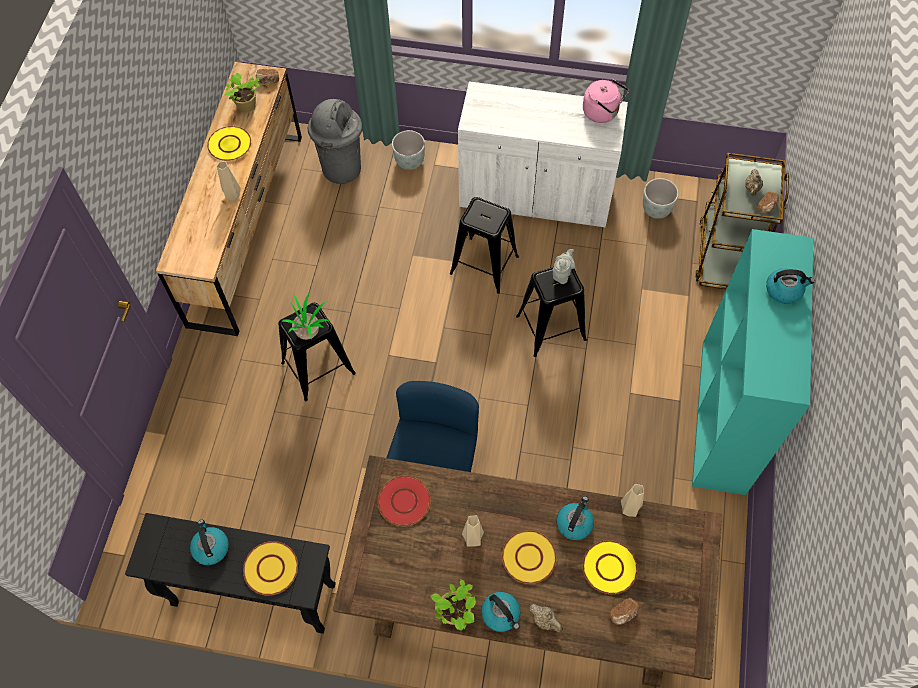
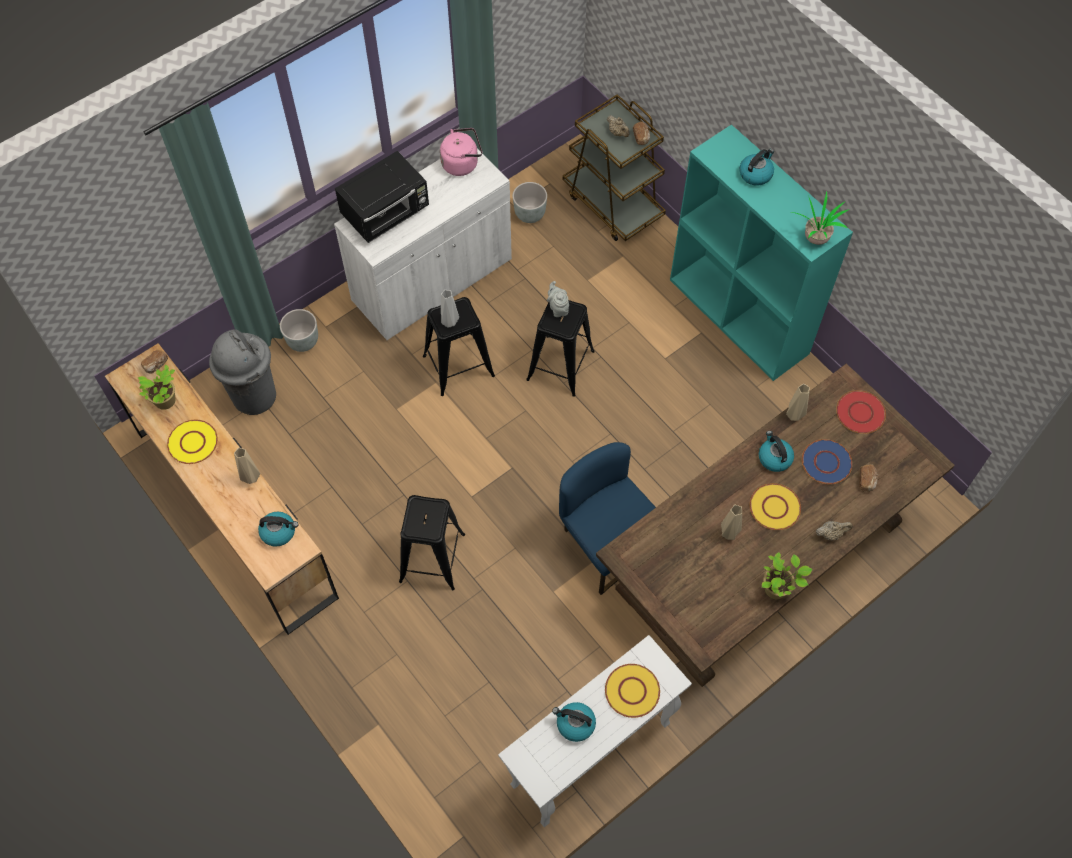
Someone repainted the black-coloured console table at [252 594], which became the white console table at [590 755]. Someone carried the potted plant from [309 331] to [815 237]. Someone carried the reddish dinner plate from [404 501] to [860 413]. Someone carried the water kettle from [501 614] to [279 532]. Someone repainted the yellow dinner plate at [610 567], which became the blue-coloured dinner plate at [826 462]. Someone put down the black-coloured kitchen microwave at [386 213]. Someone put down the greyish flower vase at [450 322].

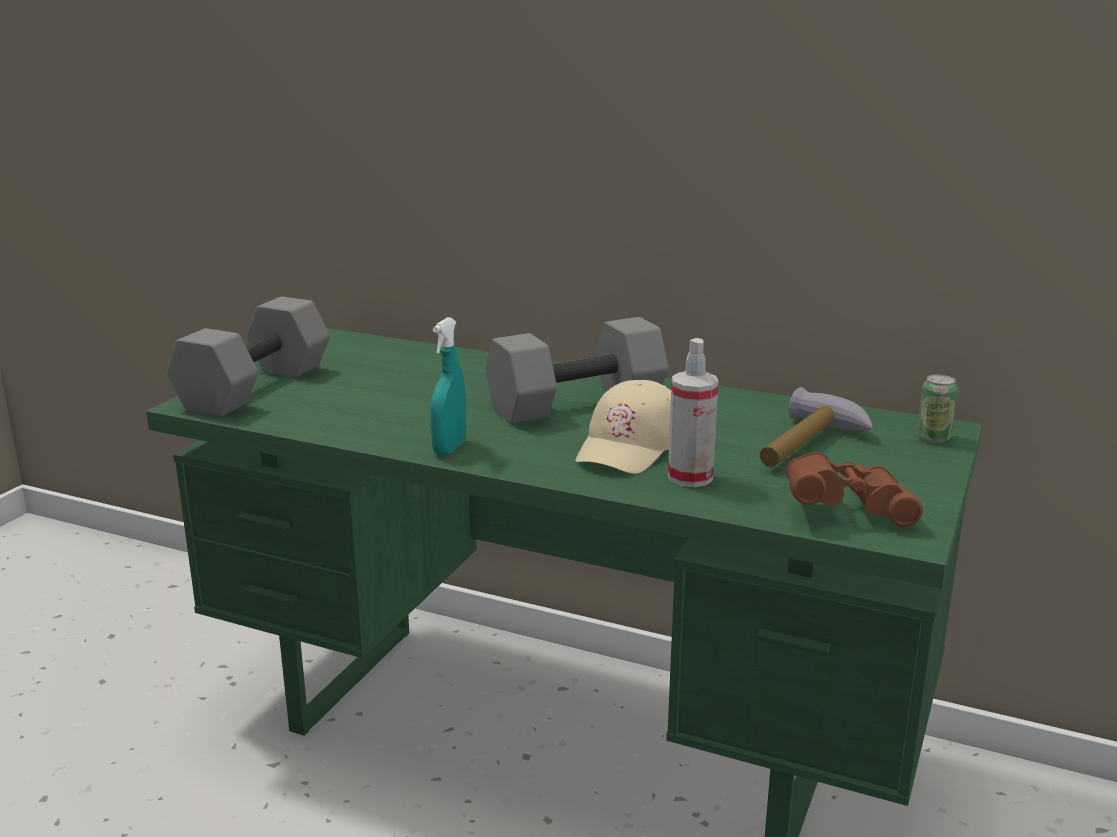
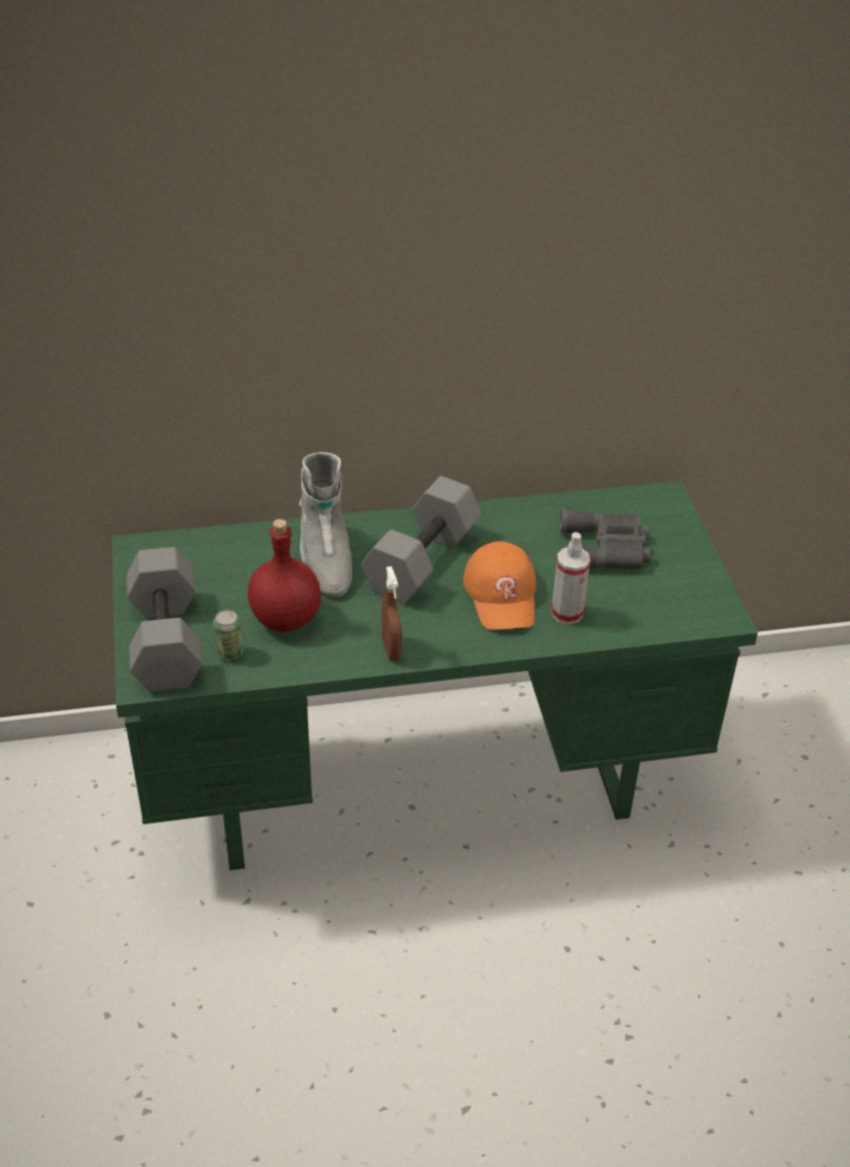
Someone repainted the turquoise-coloured spray bottle at [449 448], which became the brown-coloured spray bottle at [391 649]. Someone repainted the sand-coloured peaked cap at [632 445], which became the orangey peaked cap at [502 594]. Someone swapped the hammer at [808 446] for the greyish pair of binoculars at [606 549]. Someone took away the brown-coloured pair of binoculars at [846 510]. Someone carried the metal can from [933 438] to [229 653]. Someone put down the reddish beverage bottle at [285 618]. Someone put down the greyish boot at [325 560].

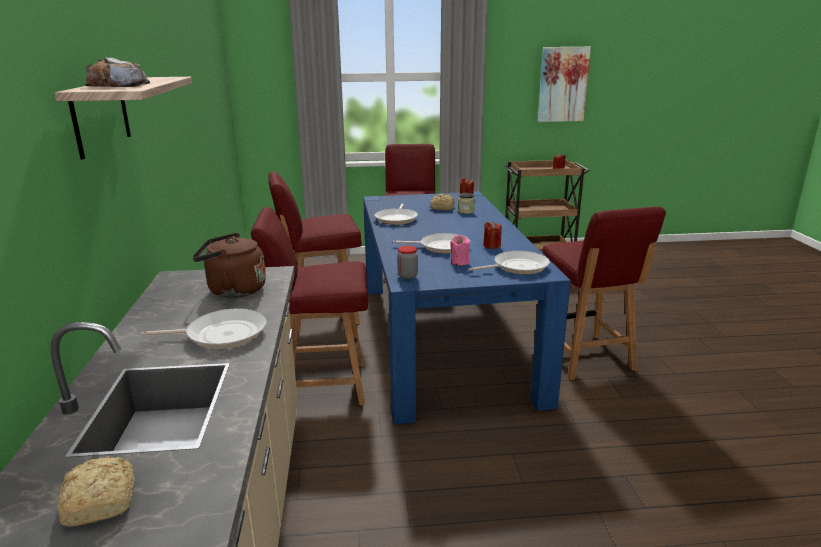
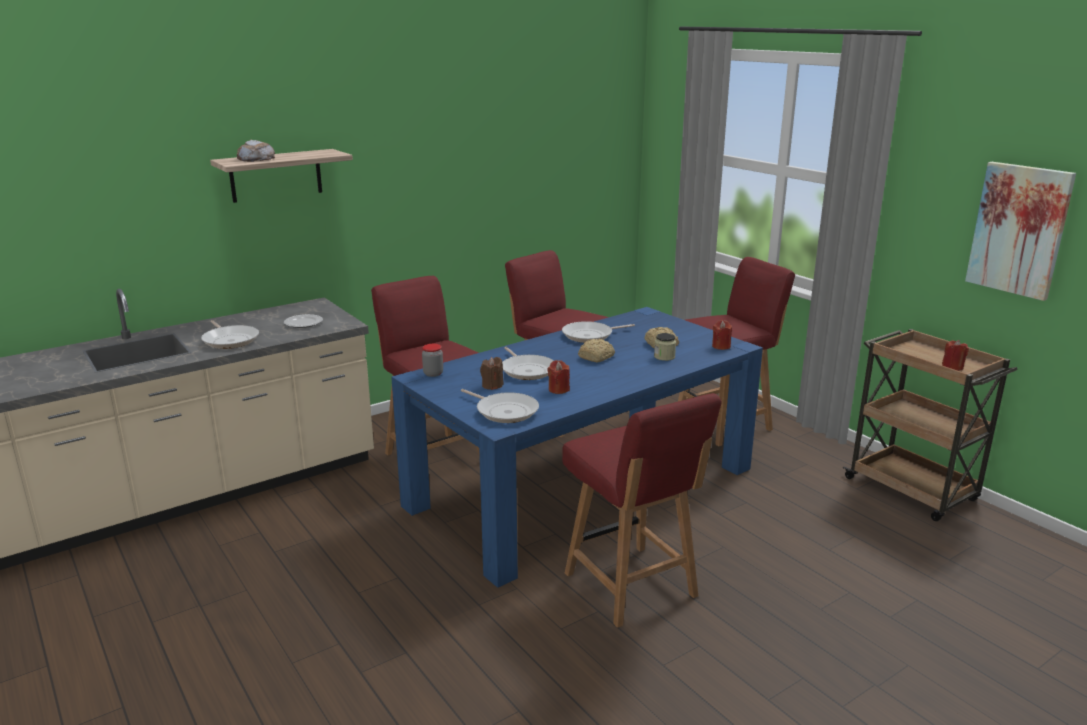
Someone carried the baked bread from [102 500] to [597 357]. Someone swapped the brown-coloured water kettle at [233 290] for the dinner plate at [304 323]. Someone repainted the pink wax light at [460 262], which became the brown-coloured wax light at [492 385]. Someone rotated the reddish plain chair at [586 358] by 75 degrees counterclockwise.

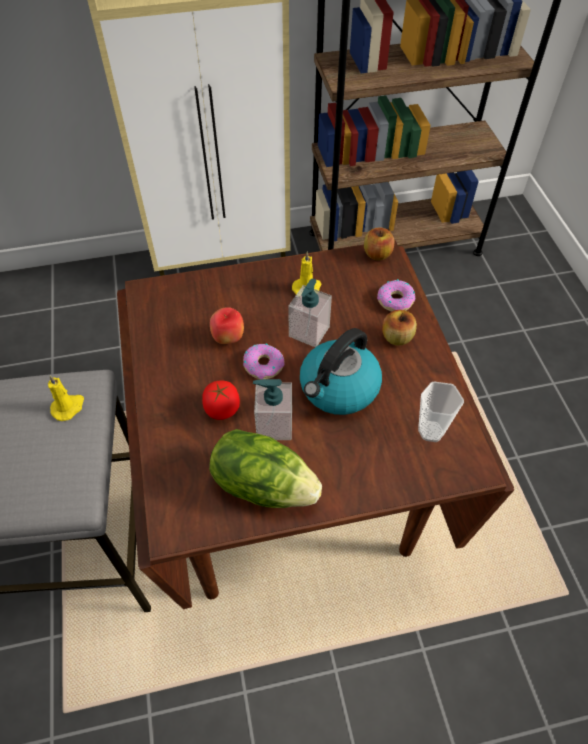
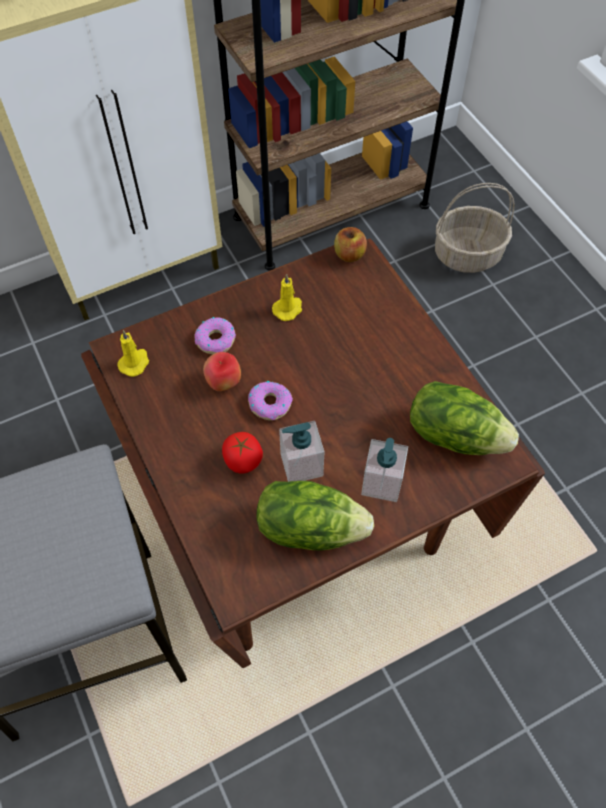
Someone carried the yellow wax light from [68 407] to [135 362]. Someone carried the liquid soap bottle from [309 332] to [381 483]. Someone took away the water kettle at [338 389]. Someone carried the ring doughnut from [396 300] to [216 340]. Someone took away the apple fruit at [397 337]. Someone swapped the cup at [431 431] for the lettuce head at [455 434]. Someone put down the household basket at [468 254].

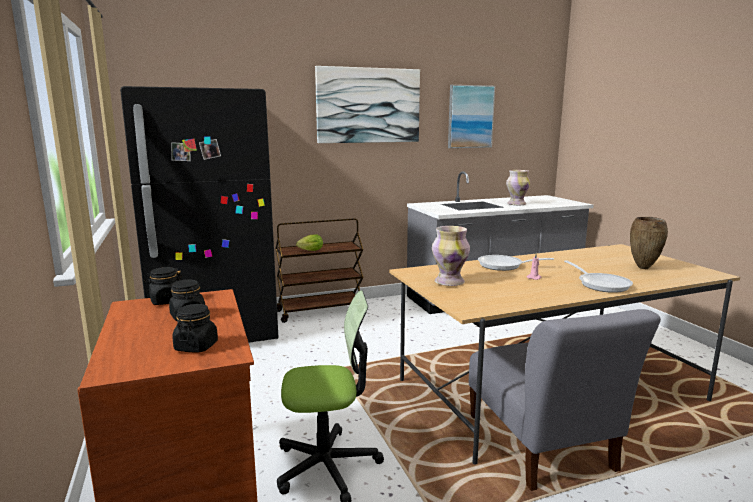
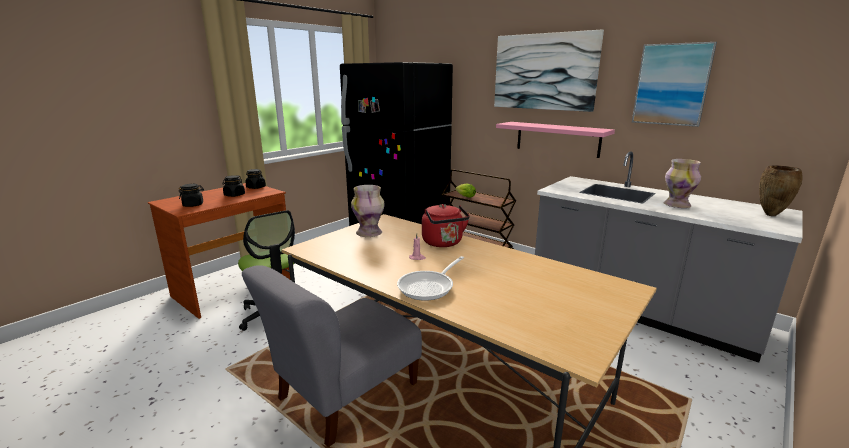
Someone swapped the frying pan at [504 266] for the reddish water kettle at [444 243]. Someone carried the brown-coloured flower vase from [644 268] to [771 215]. Someone put up the pink wall shelf at [557 139].

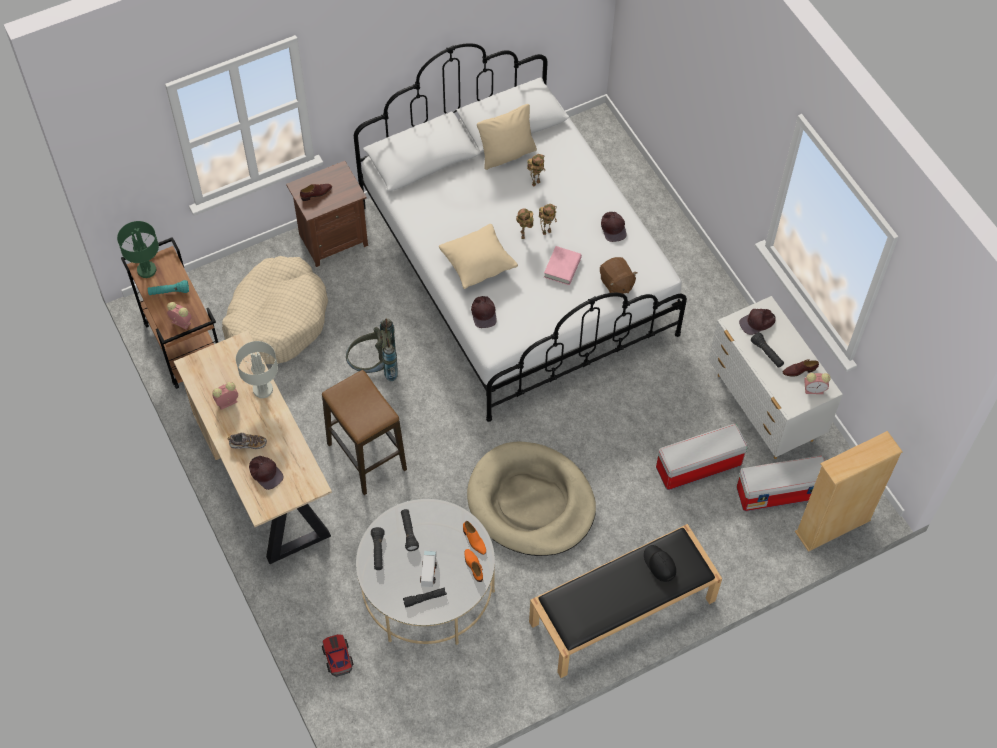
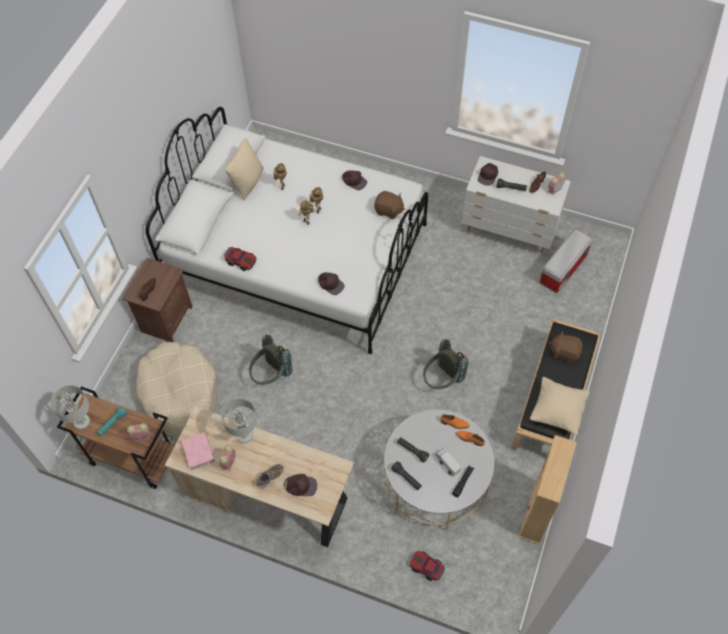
Someone repainted the greenish tabletop lamp at [146 270], which became the greyish tabletop lamp at [81 422]. Someone took away the sitting stool at [367 457]. Someone carried the sand-coloured throw pillow from [478 265] to [557 411]. Someone swapped the sand-coloured dog bed at [531 502] for the greyish backpack at [442 380]. Someone carried the pink book from [562 268] to [198 452]. Someone swapped the black-coloured peaked cap at [659 564] for the brown-coloured cuddly toy at [564 352]. Someone took away the storage container at [698 467]. Someone carried the sand-coloured shelving unit from [833 526] to [537 513]. Someone put down the toy car at [241 261].

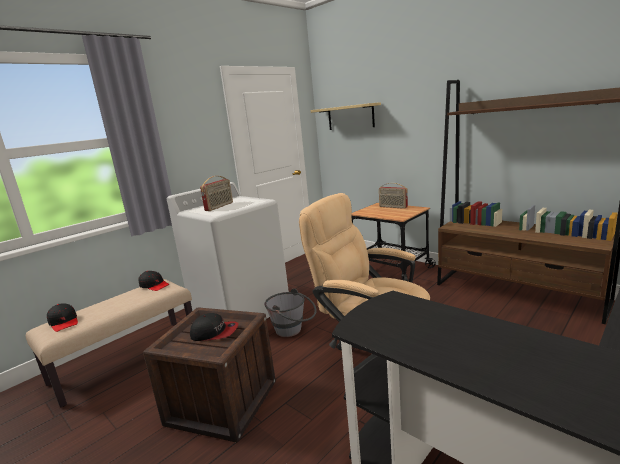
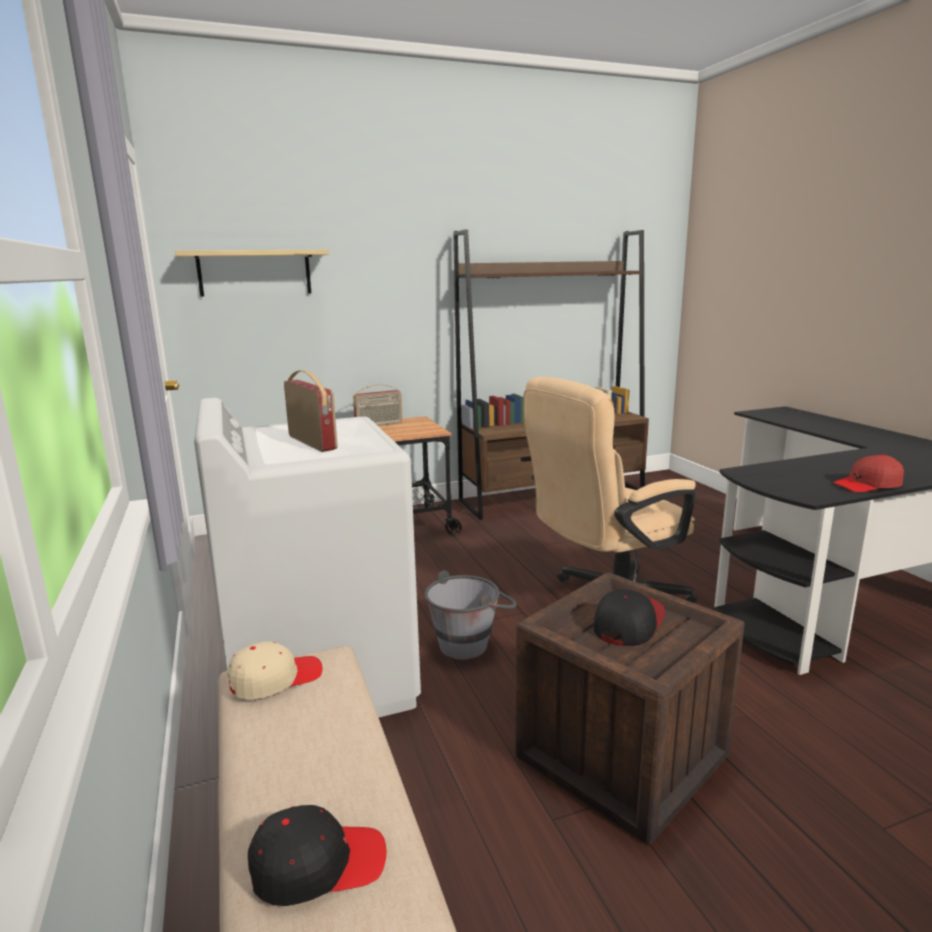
Someone repainted the black-coloured peaked cap at [154 285], which became the sand-coloured peaked cap at [275 679]. Someone put down the reddish peaked cap at [867 485].

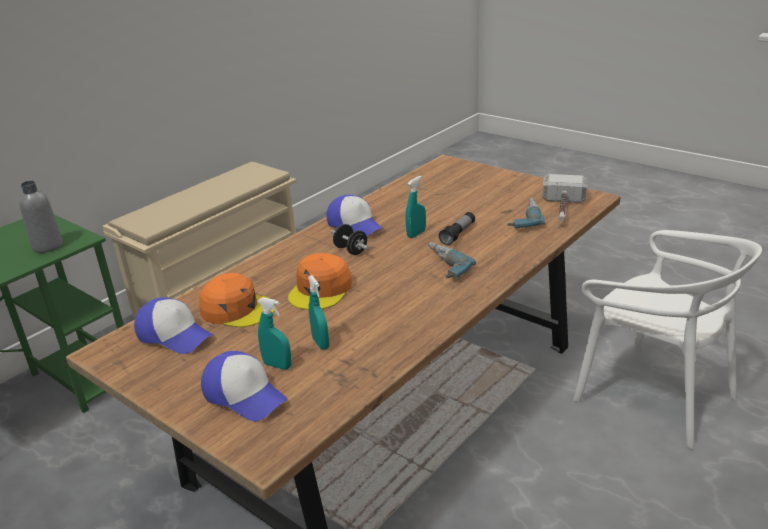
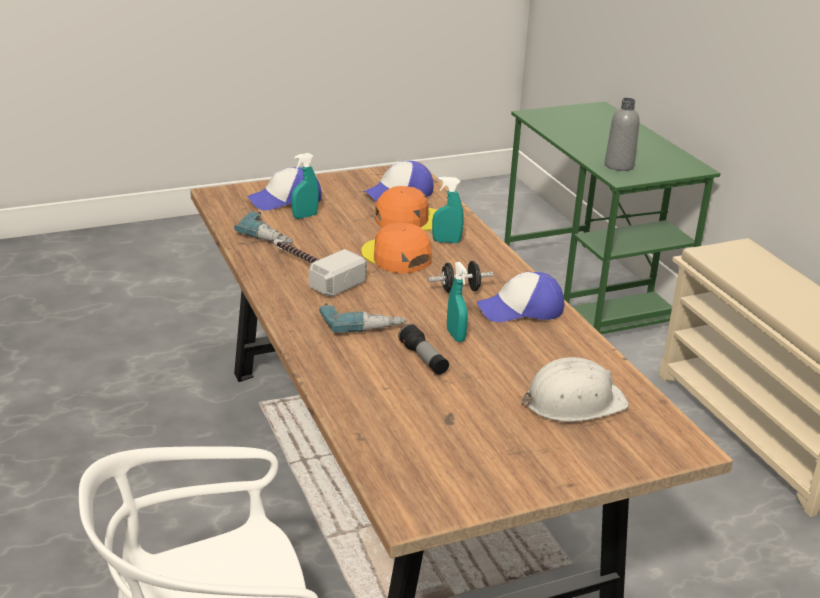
Someone rotated the orangey peaked cap at [237 309] by 150 degrees counterclockwise. Someone carried the turquoise-coloured spray bottle from [321 343] to [446 241]. Someone carried the drill from [522 219] to [271 235]. Someone carried the hammer from [563 210] to [312 272]. Someone put down the white safety helmet at [573 402].

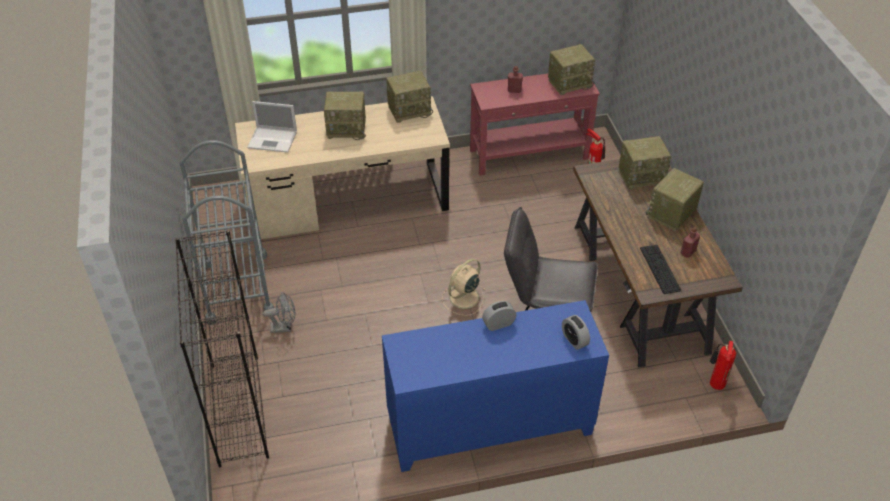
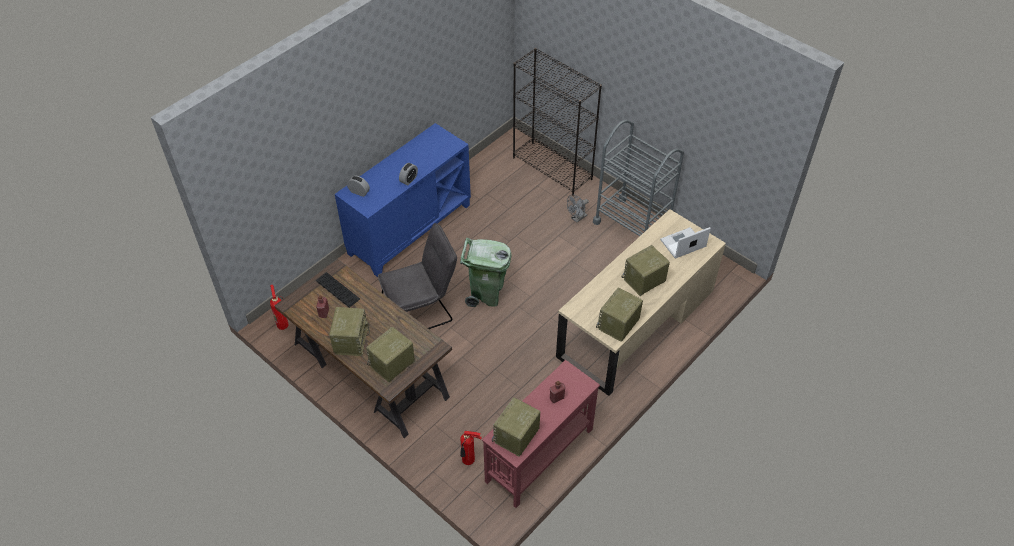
Someone swapped the sand-coloured cooling fan at [463 298] for the greenish rubbish bin at [486 294].

